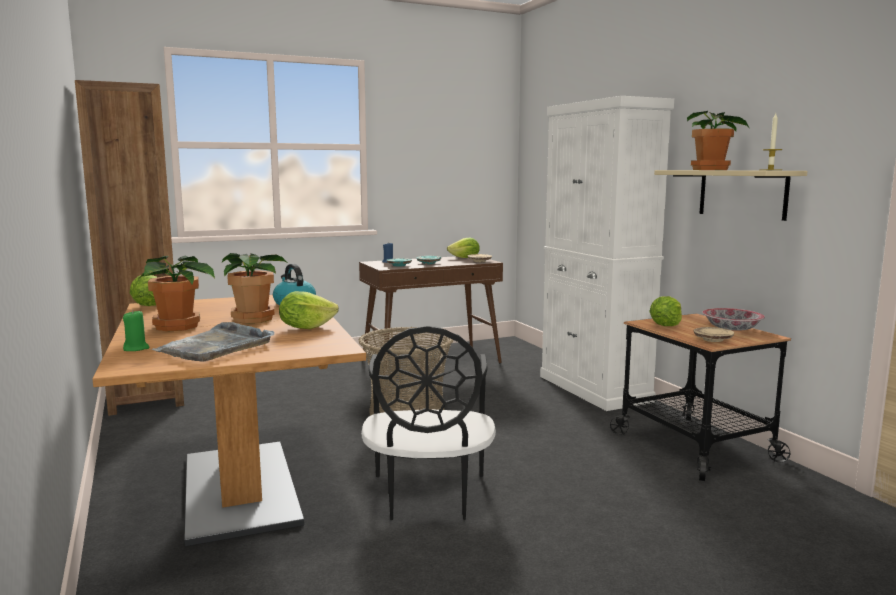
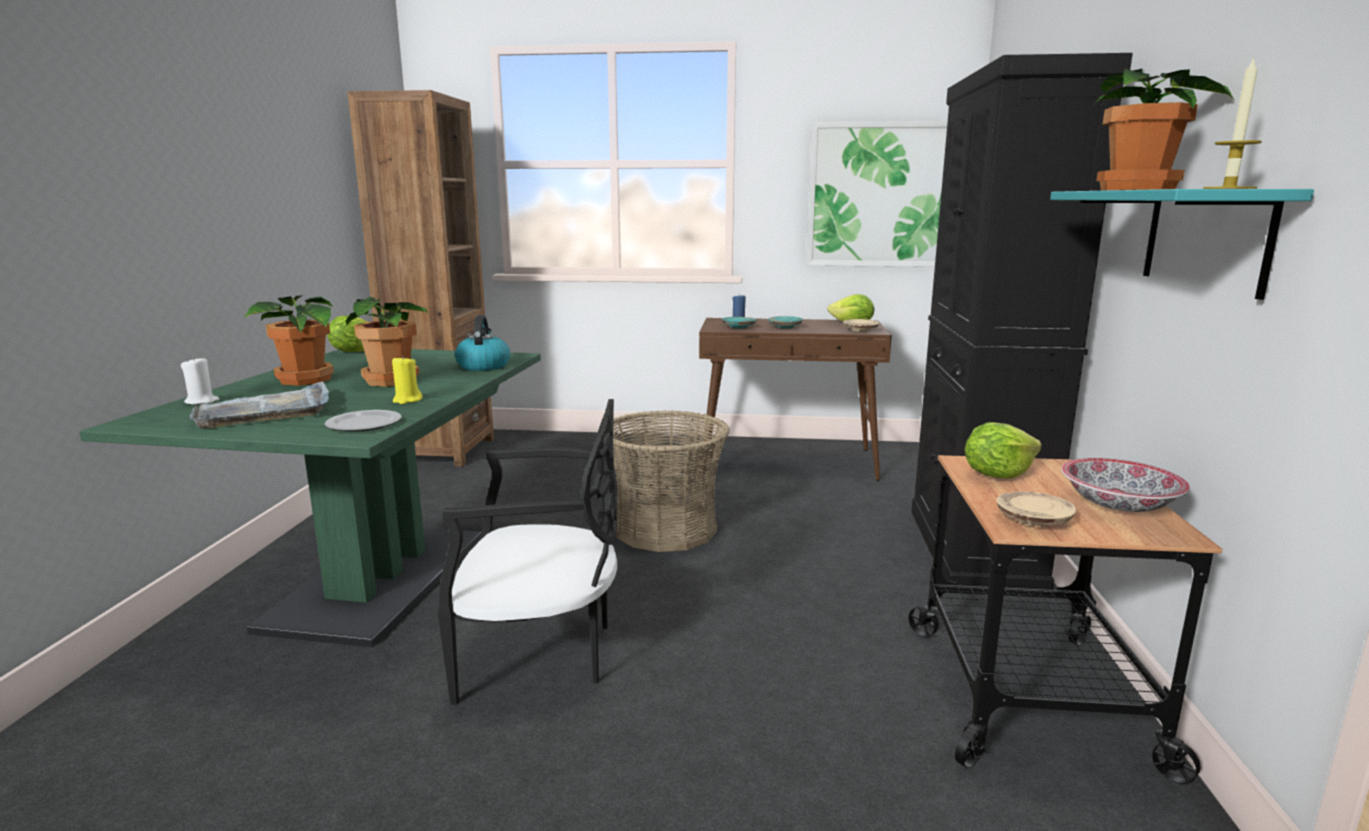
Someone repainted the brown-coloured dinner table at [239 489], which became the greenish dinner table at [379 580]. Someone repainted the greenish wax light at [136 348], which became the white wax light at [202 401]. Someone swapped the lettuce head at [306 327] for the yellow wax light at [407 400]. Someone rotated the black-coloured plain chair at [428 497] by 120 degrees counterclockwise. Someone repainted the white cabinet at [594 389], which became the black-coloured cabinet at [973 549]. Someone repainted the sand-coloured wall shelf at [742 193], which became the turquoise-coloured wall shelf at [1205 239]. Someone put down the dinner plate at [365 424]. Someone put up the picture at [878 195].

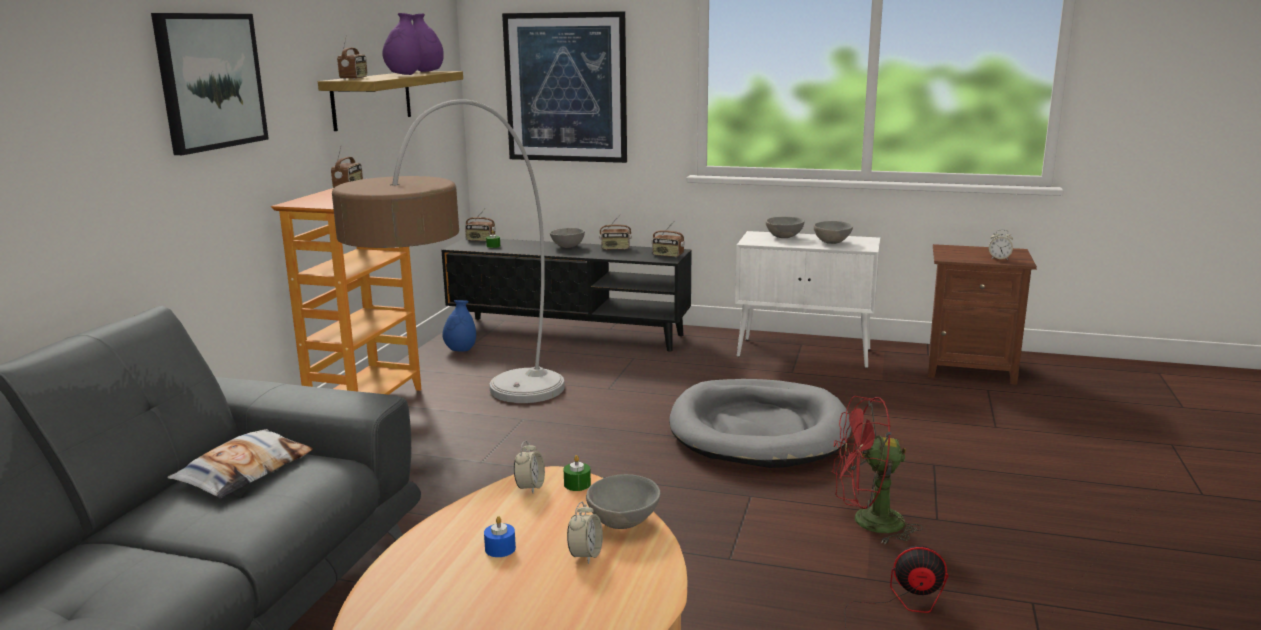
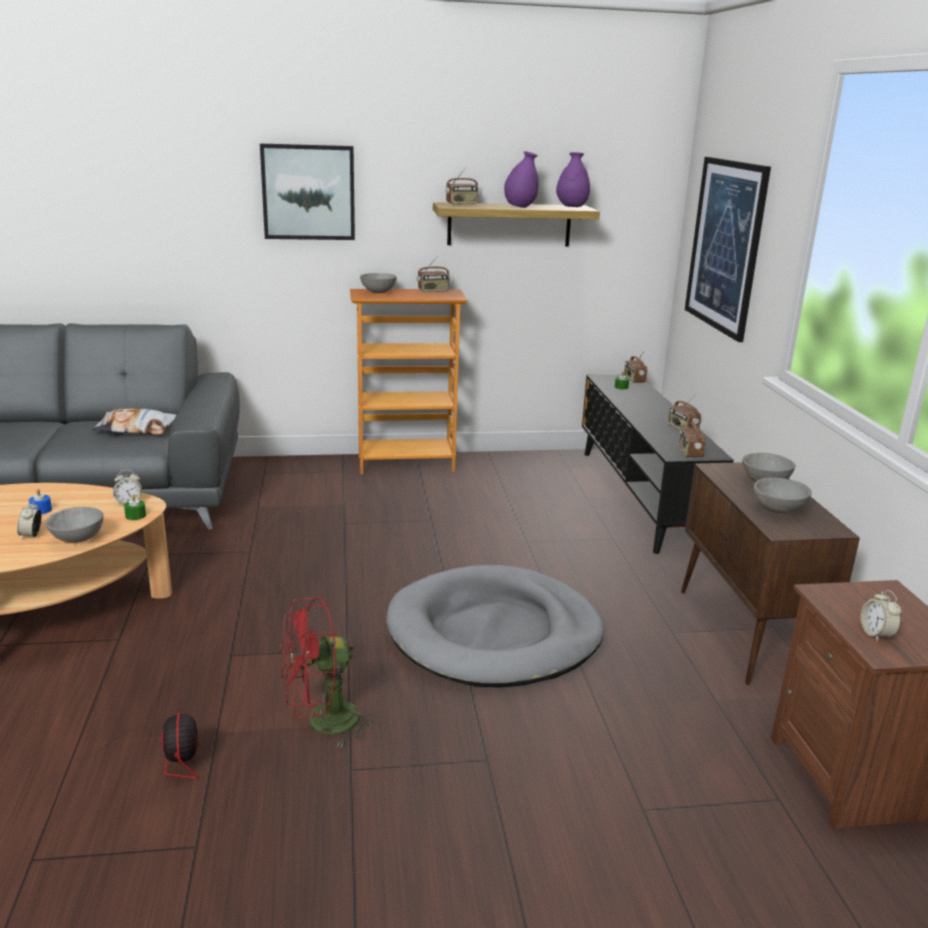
Someone took away the standard lamp at [468 428]. Someone took away the blue-coloured flower vase at [460 350]. Someone carried the greyish deep dish from [567 247] to [377 292]. Someone rotated the alarm clock at [585 555] by 90 degrees clockwise. Someone repainted the white cabinet at [805 353], which became the brown-coloured cabinet at [746 634]. Someone rotated the reddish cooling fan at [867 523] by 90 degrees counterclockwise.

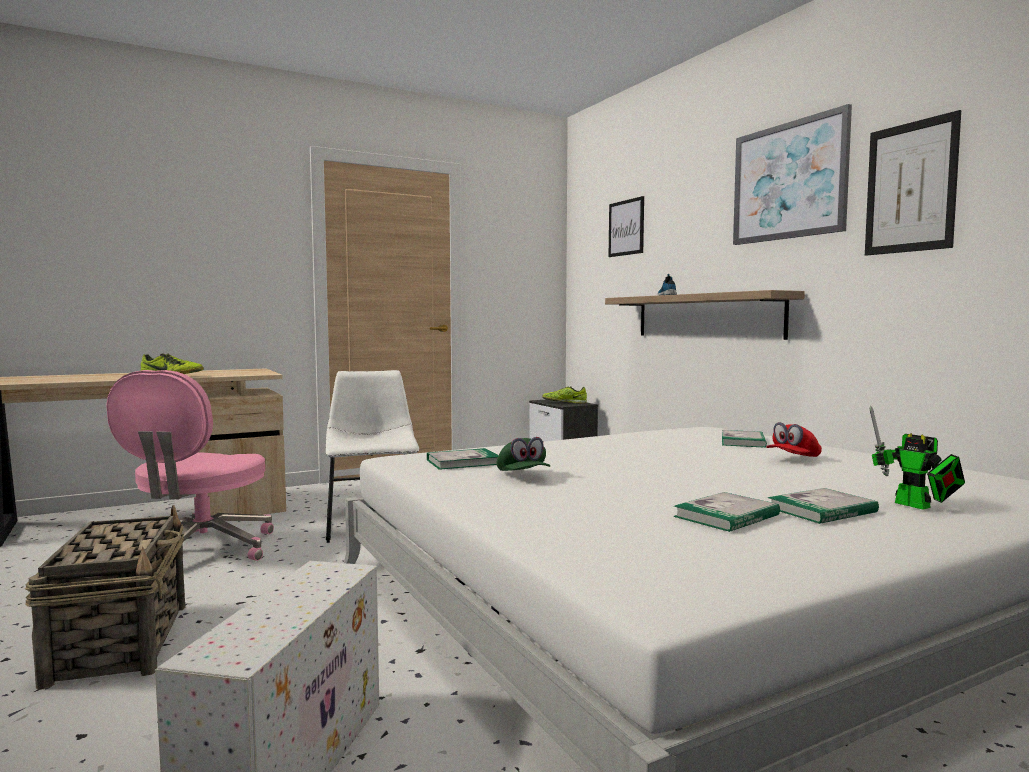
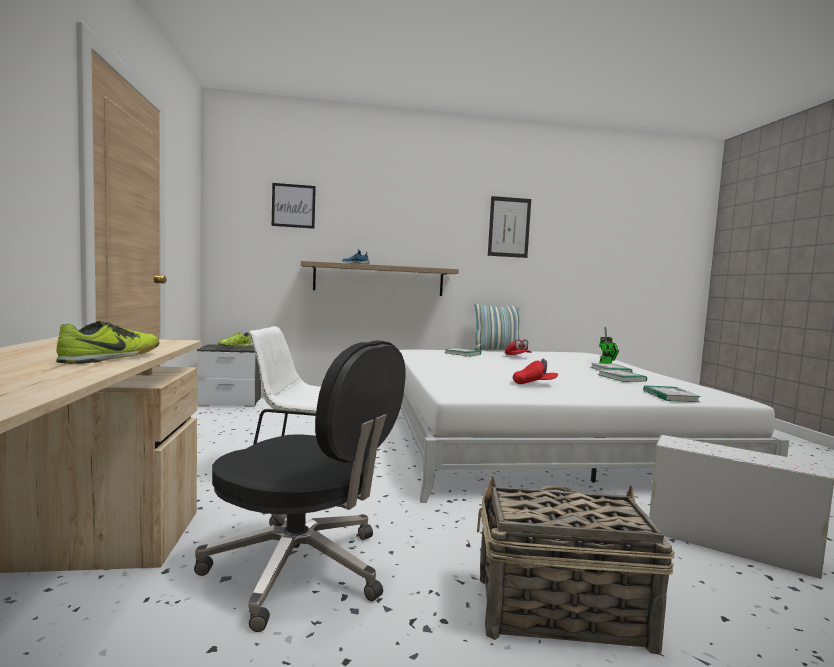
Someone repainted the pink computer chair at [200 551], which became the black-coloured computer chair at [301 569]. Someone carried the book from [463 462] to [670 396]. Someone repainted the greenish peaked cap at [523 476], which became the reddish peaked cap at [534 384]. Someone took away the picture at [788 181]. Someone put down the throw pillow at [496 350].

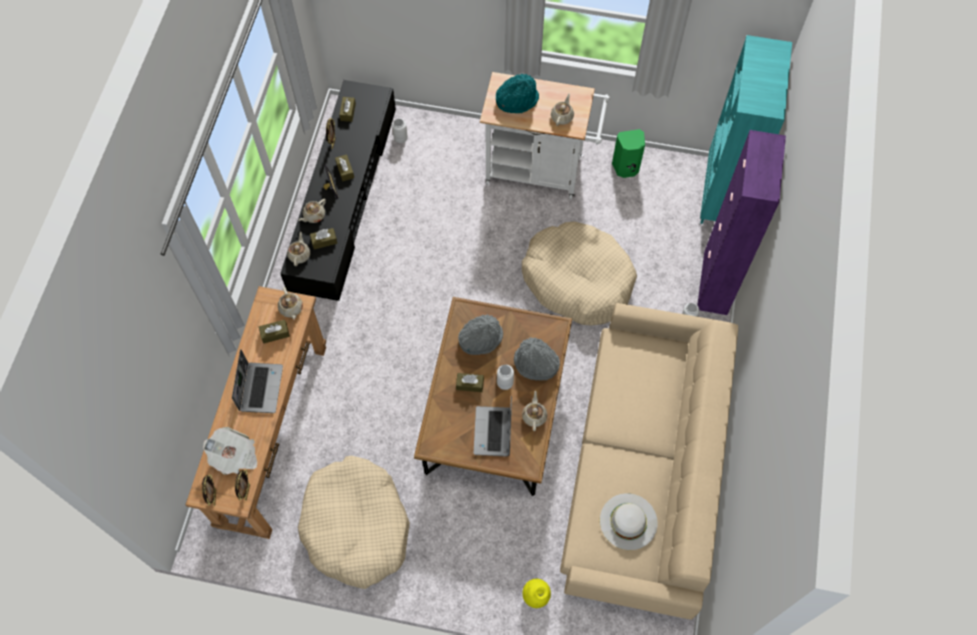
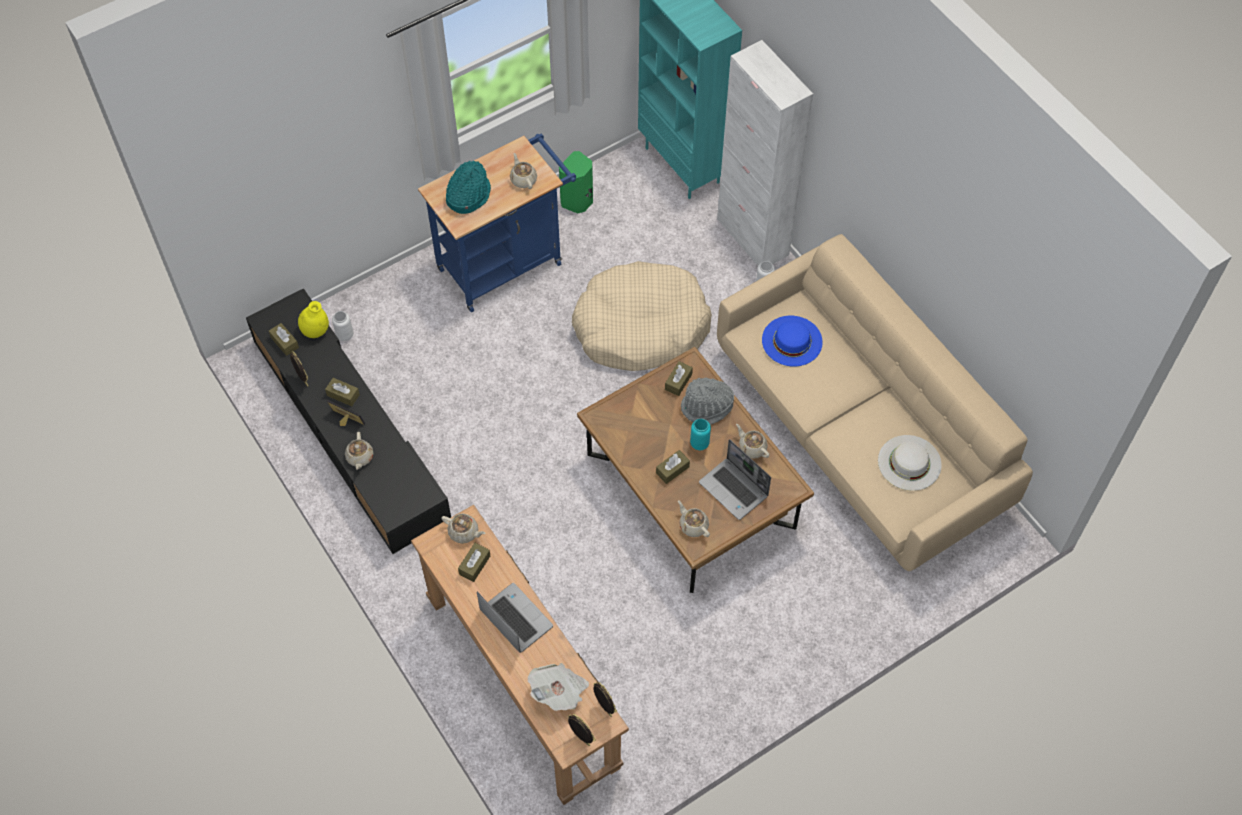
Someone carried the sand-coloured tea pot from [299 255] to [693 525]. Someone took away the sand-coloured dog bed at [356 526]. Someone carried the brown-coloured box of tissues from [324 241] to [678 382]. Someone took away the greyish wearable hat at [480 338]. Someone repainted the white wheeled cart at [540 170], which became the blue-coloured wheeled cart at [506 262]. Someone repainted the white flower vase at [505 383], which became the turquoise-coloured flower vase at [699 443]. Someone carried the yellow flower vase from [535 596] to [315 331]. Someone repainted the purplish cabinet at [715 283], which became the white cabinet at [752 237]. Someone put down the blue-coloured wearable hat at [792 341].

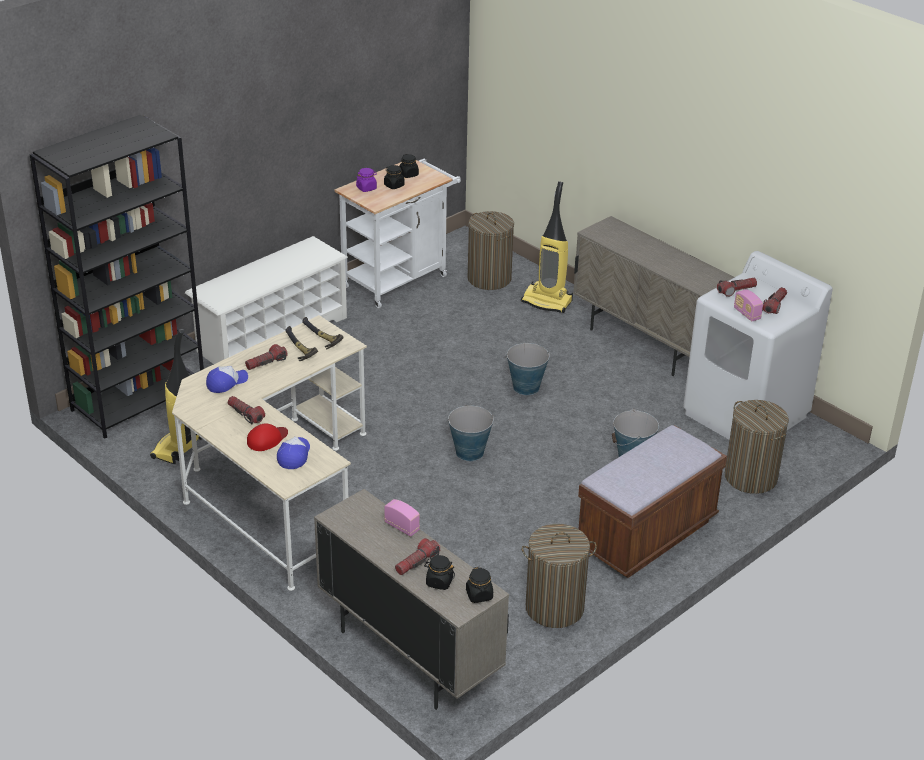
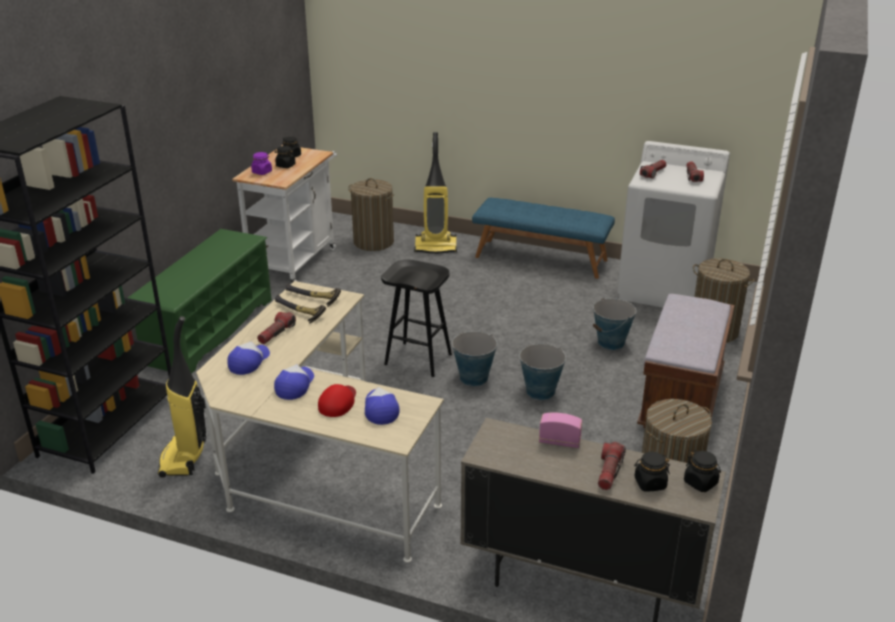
Someone repainted the white shoe stand at [272 334], which became the greenish shoe stand at [209 331]. Someone swapped the hand torch at [246 414] for the peaked cap at [295 385]. Someone carried the bucket from [526 387] to [540 391]. Someone swapped the sand-coloured cabinet at [645 344] for the blue-coloured indoor bench at [541 258]. Someone took away the radio set at [747 314]. Someone put down the black-coloured sitting stool at [419 359].

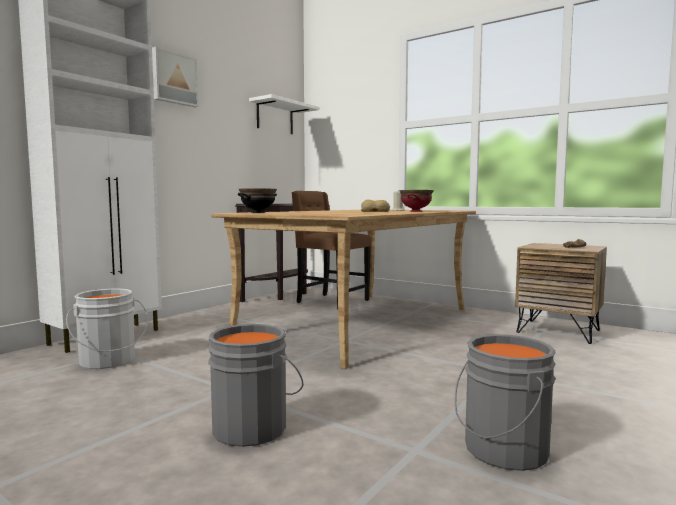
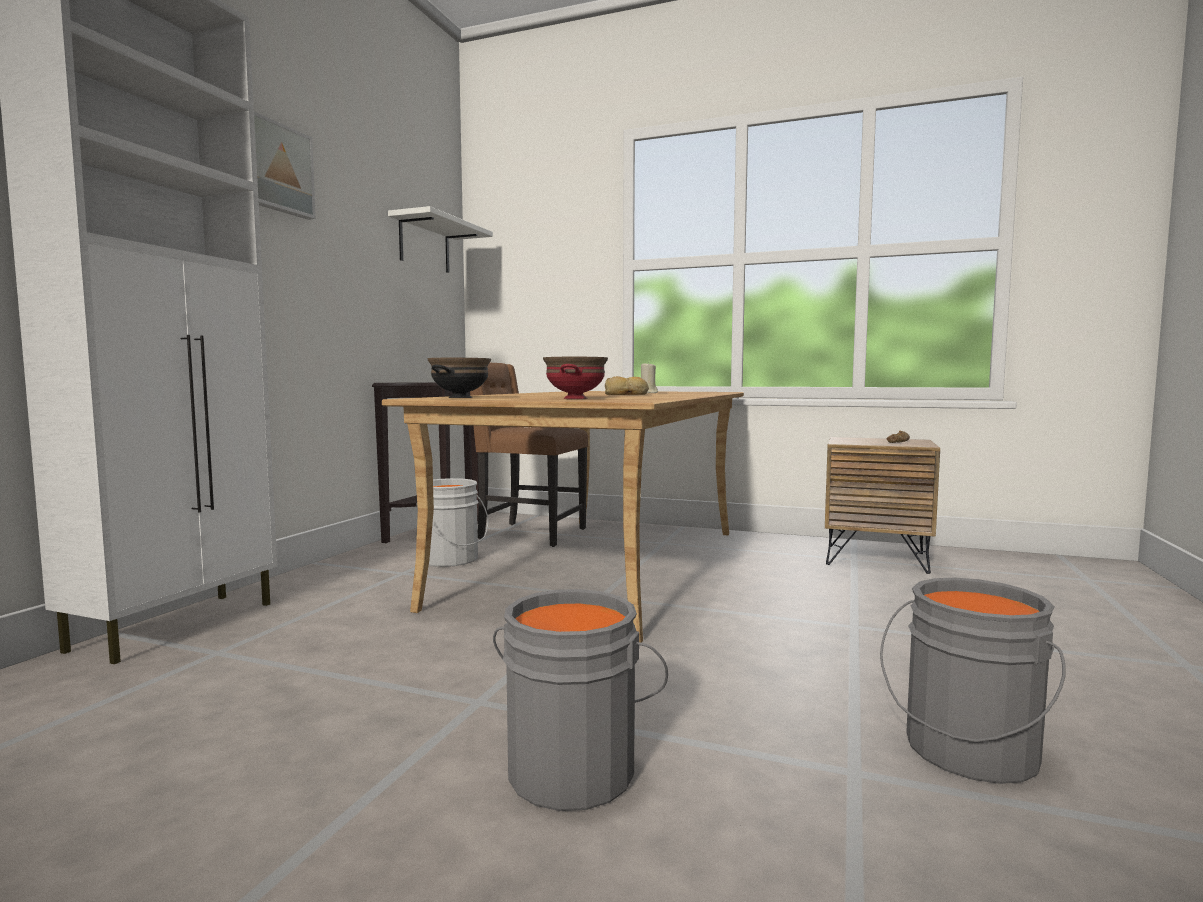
Someone carried the greyish bucket from [108 361] to [451 559]. Someone carried the reddish deep dish from [416 211] to [576 398].

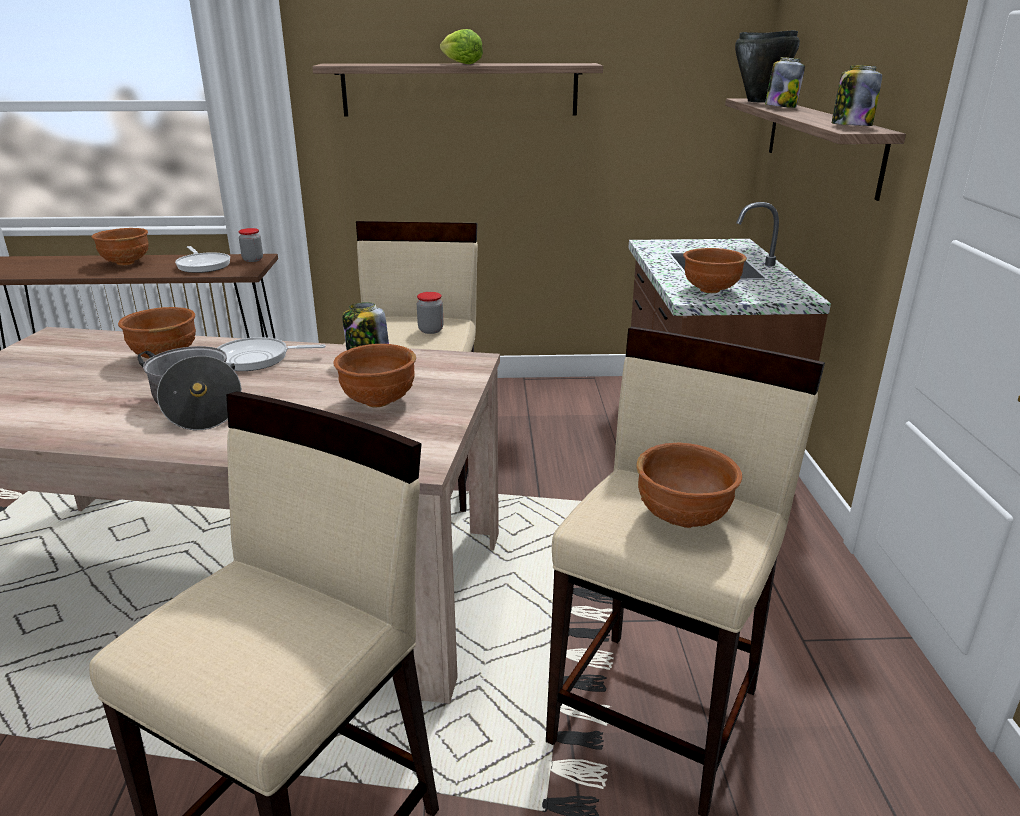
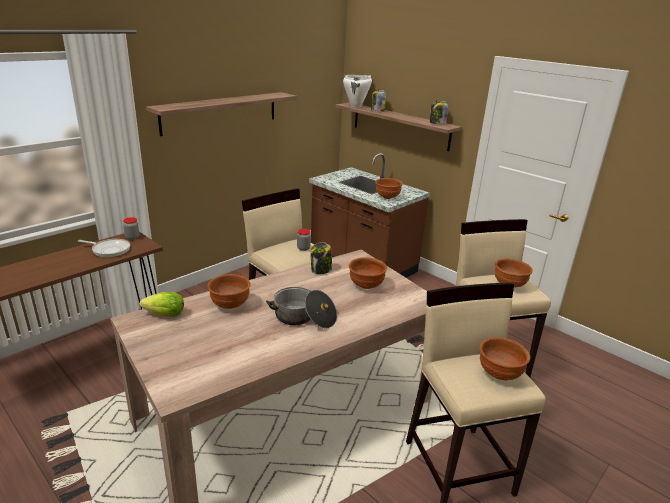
Someone carried the brown-coloured deep dish from [126 263] to [498 373]. Someone took away the frying pan at [257 359]. Someone carried the lettuce head from [461 64] to [165 315]. Someone repainted the black-coloured stockpot at [759 101], which became the white stockpot at [356 106].

